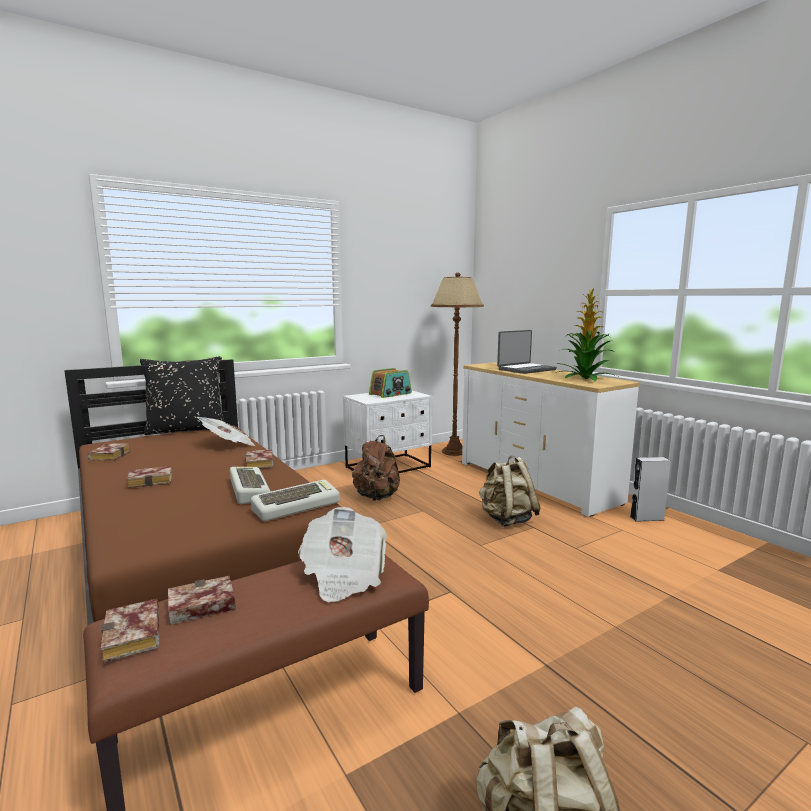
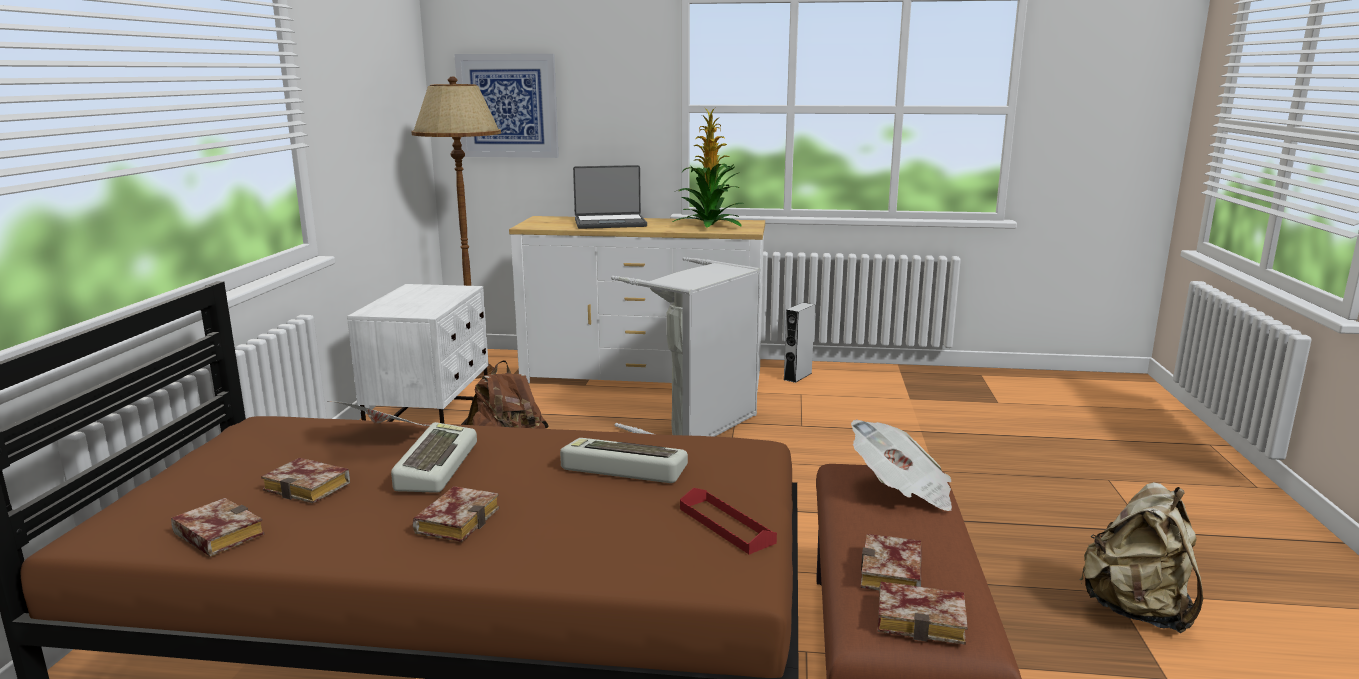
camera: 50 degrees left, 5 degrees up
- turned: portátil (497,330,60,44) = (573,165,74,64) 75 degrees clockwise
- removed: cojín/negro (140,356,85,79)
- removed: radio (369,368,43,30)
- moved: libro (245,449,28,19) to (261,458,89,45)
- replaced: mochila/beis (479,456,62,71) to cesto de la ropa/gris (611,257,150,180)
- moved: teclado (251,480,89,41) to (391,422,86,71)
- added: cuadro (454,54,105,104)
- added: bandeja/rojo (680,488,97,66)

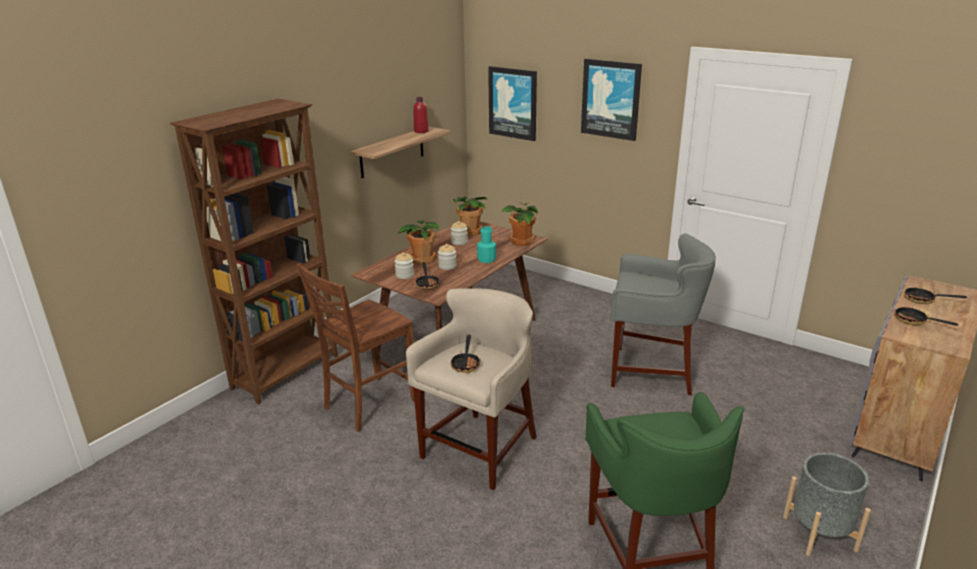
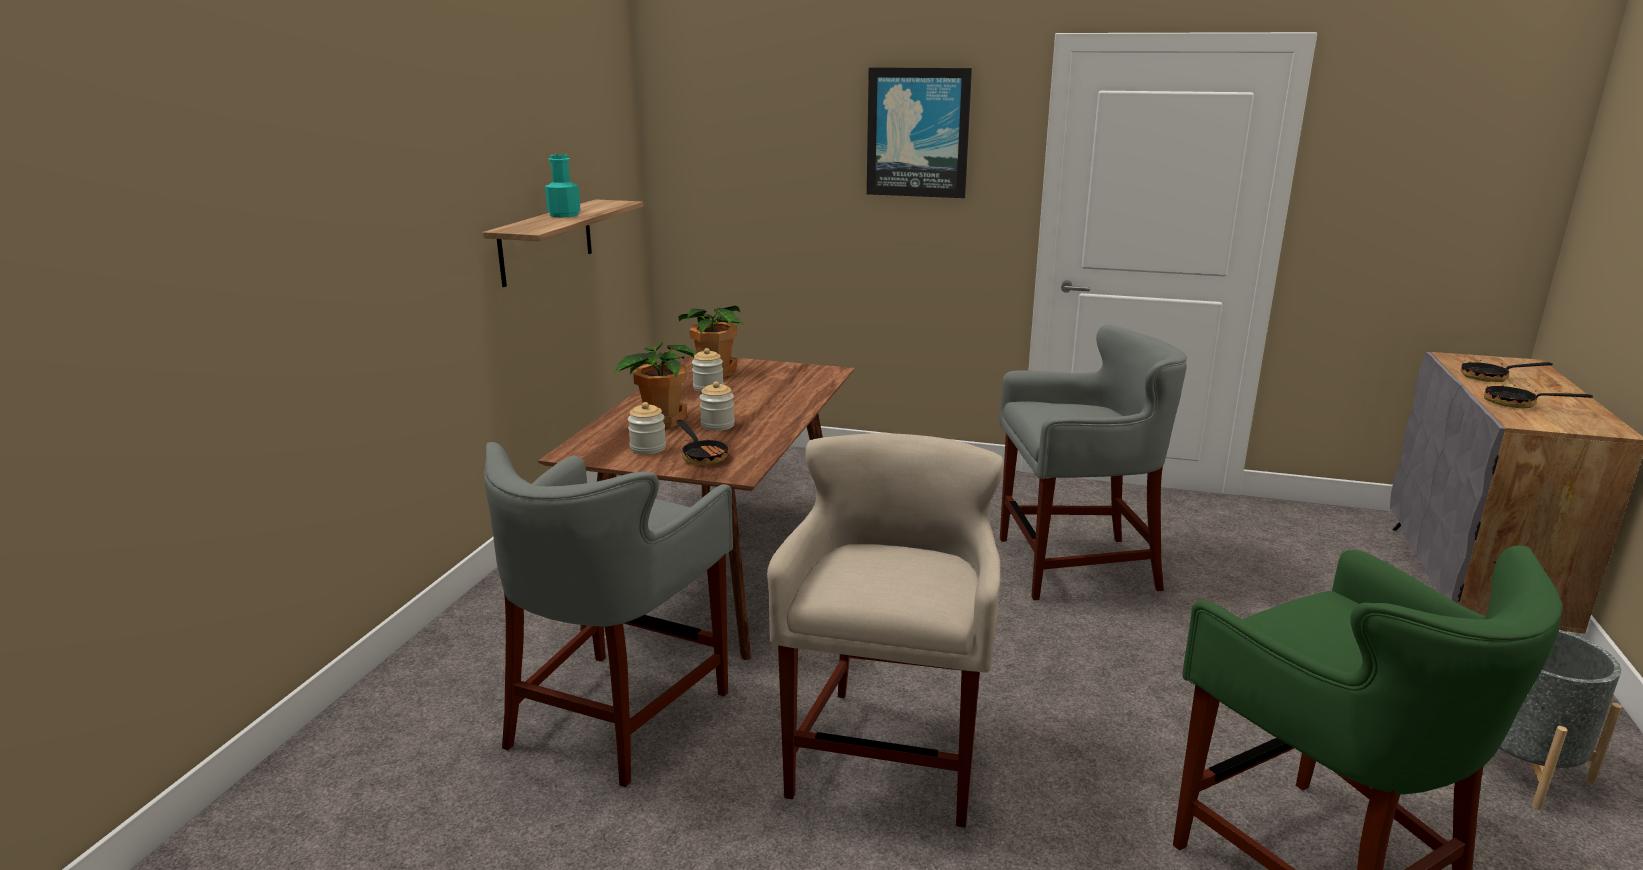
camera: 20 degrees left, 5 degrees down
- removed: cuadro (488,66,49,75)
- removed: botella/rojo (413,97,16,36)
- removed: estantería/marrón (170,98,168,306)
- removed: planta en maceta (501,202,37,44)
- moved: botella/turquesa (477,226,19,37) to (545,154,36,63)
- replaced: silla/marrón (297,263,118,169) to taburete/gris (484,442,249,345)
- removed: sartén (451,335,29,38)

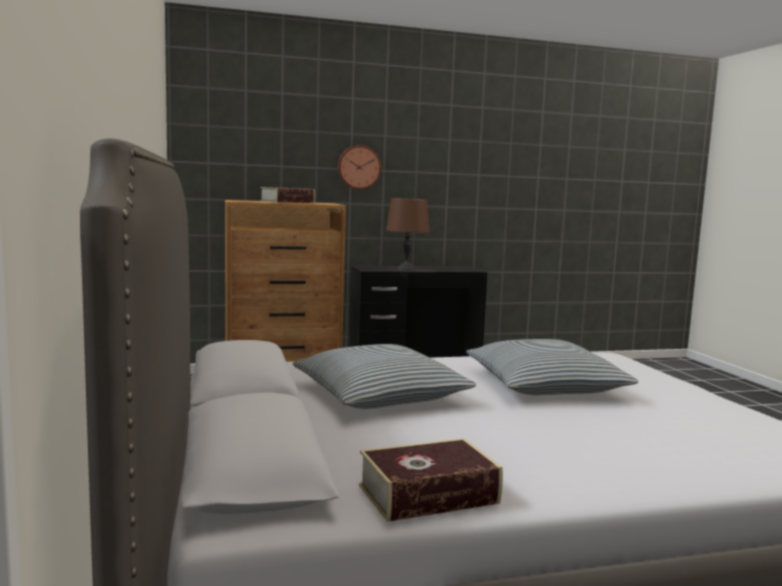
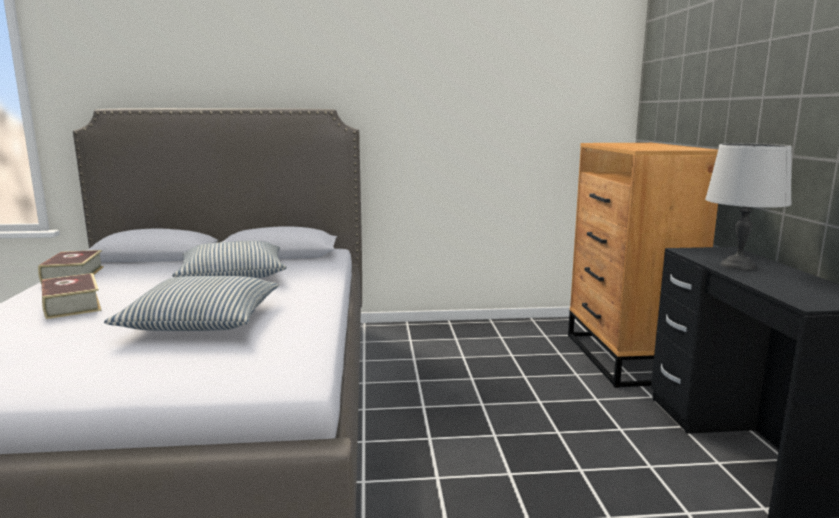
camera: 100 degrees right, 5 degrees up
- removed: reloj de pared (338,145,43,45)
- moved: libro (260,187,55,16) to (42,273,60,46)
- recoloured: lámpara de mesa/marrón (386,198,44,72) to lámpara de mesa/gris (705,143,87,127)

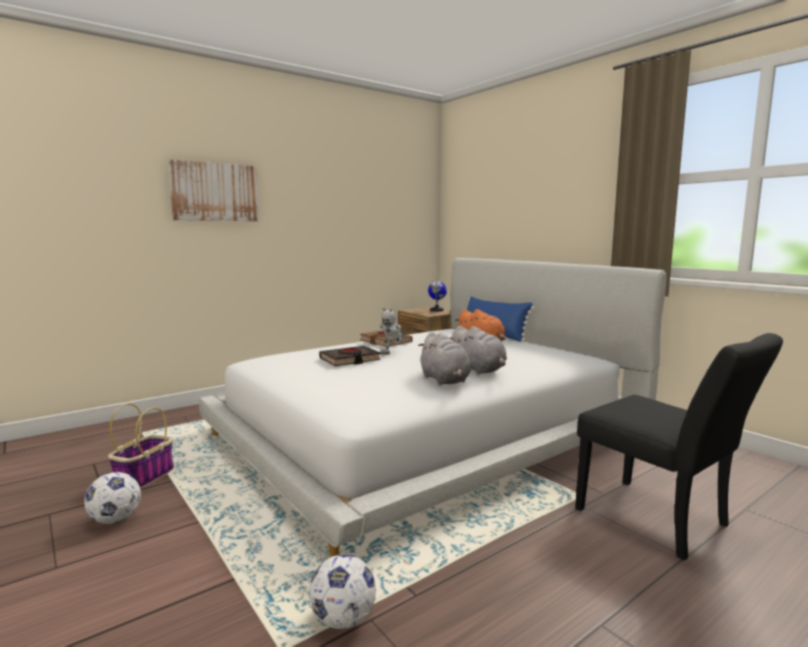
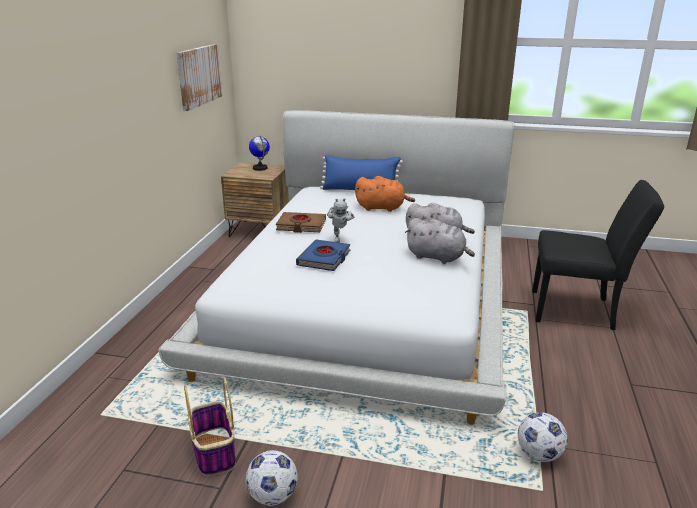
camera: 40 degrees left, 15 degrees up
- moved: cuadro (168,159,91,62) to (176,44,46,67)
- recoloured: libro/negro (319,346,62,20) to libro/azul (296,239,55,32)

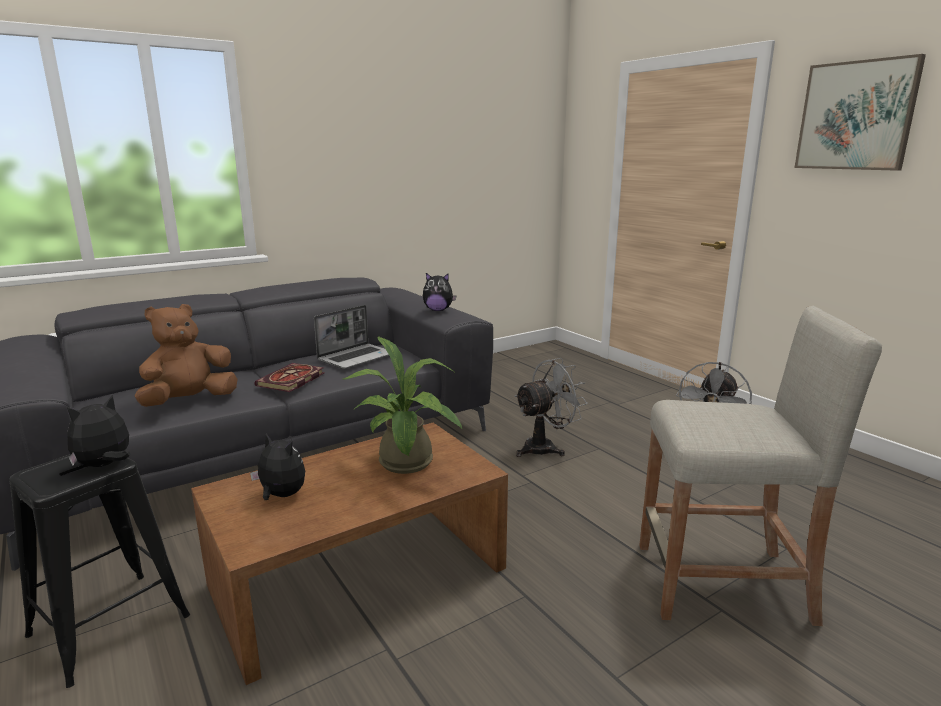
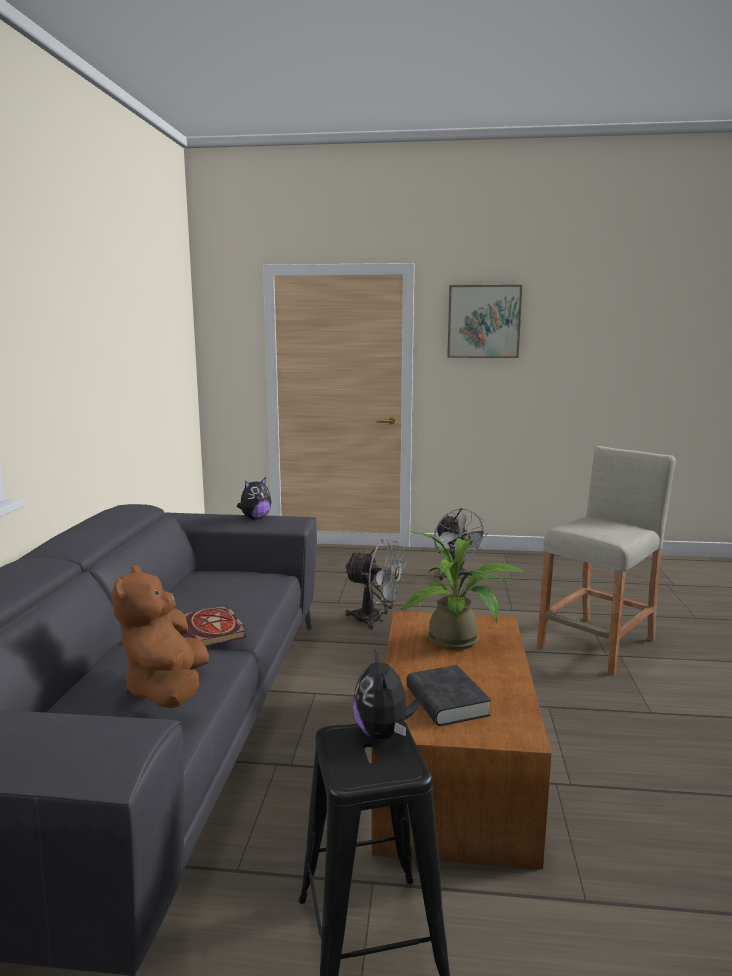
camera: 50 degrees left, 5 degrees down
- removed: portátil (314,305,75,64)
- turned: ventilador/gris (514,358,74,99) = (344,539,62,91) 105 degrees clockwise
- replaced: peluche (250,433,55,67) to libro/negro (407,665,84,61)

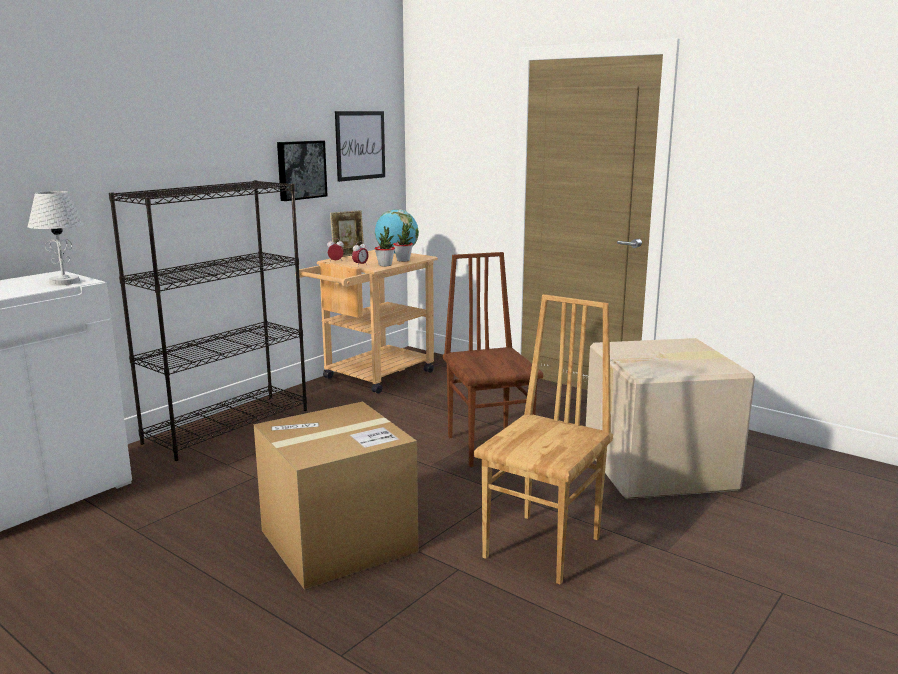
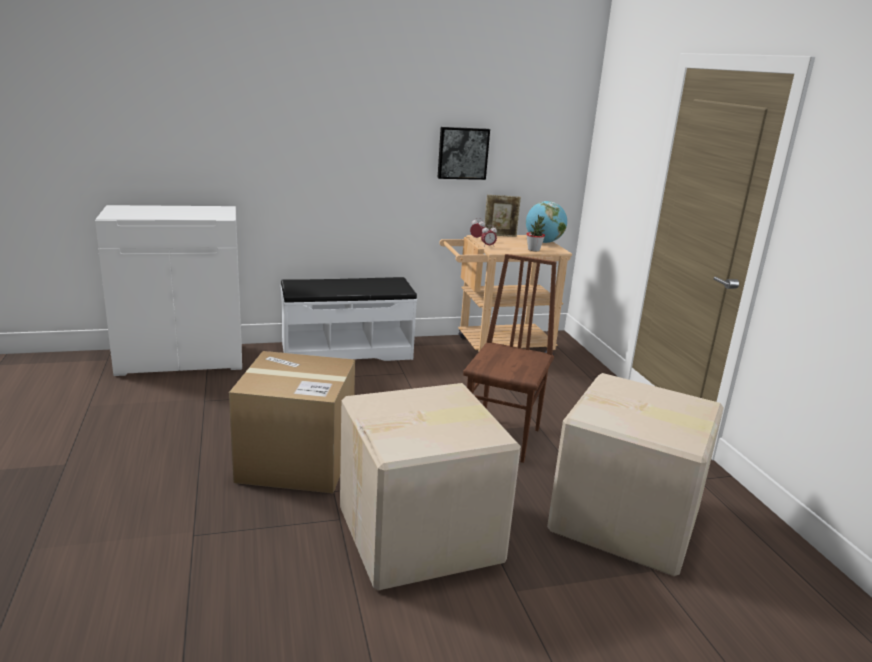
camera: 35 degrees right, 5 degrees up
- removed: cuadro (335,111,50,71)
- replaced: estantería/negro (109,180,198,281) to banco/blanco (281,277,136,84)
- removed: lámpara de mesa/blanco (28,191,56,94)
- removed: planta en maceta (375,226,20,40)
- replaced: silla/marrón (474,294,139,291) to caja de cartón (340,383,181,208)

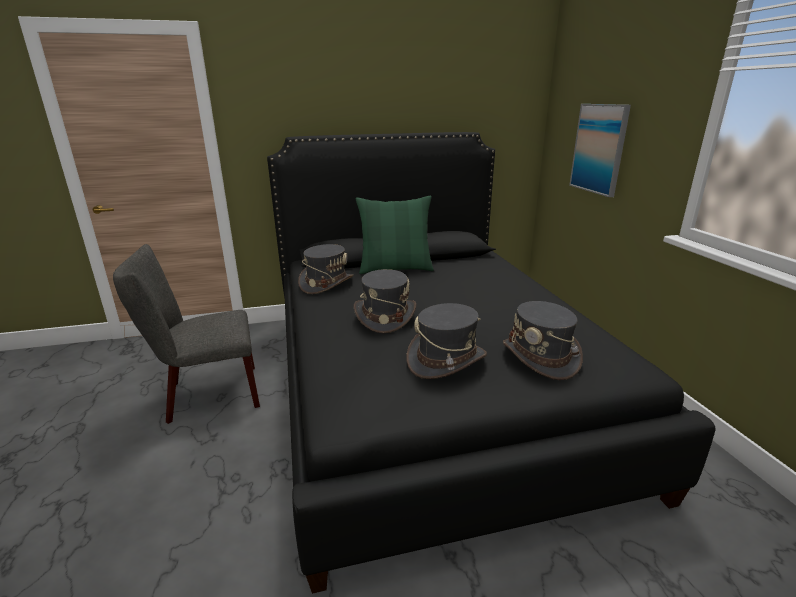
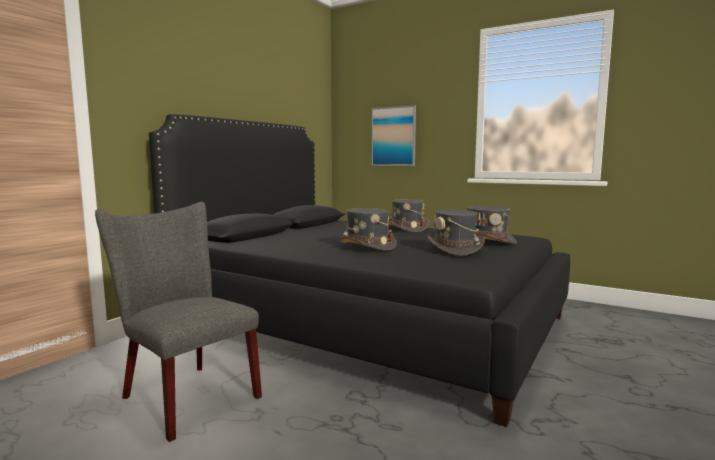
camera: 45 degrees left, 15 degrees down
- removed: cojín/verde (355,196,79,78)
- turned: silla/gris (113,244,147,180) = (95,202,167,240) 105 degrees clockwise
- moved: sombrero/gris (298,244,56,50) to (389,199,40,33)

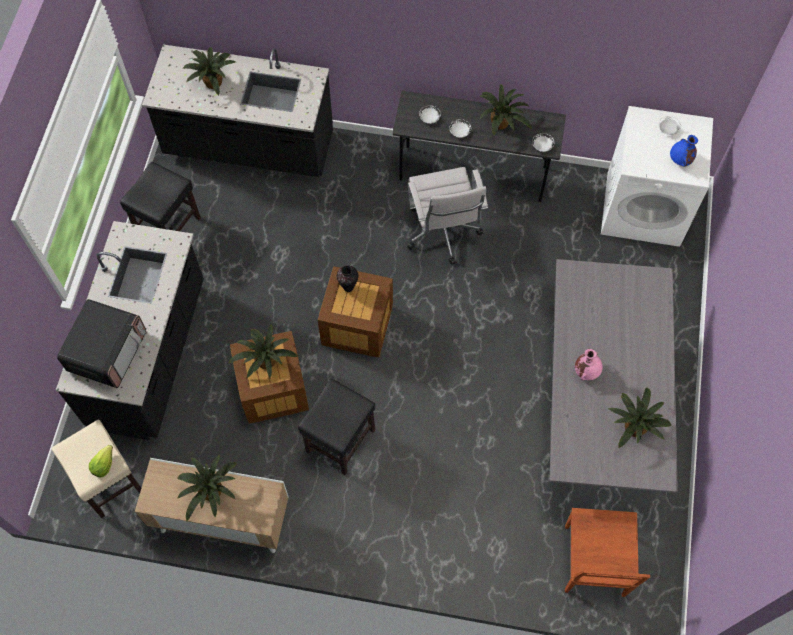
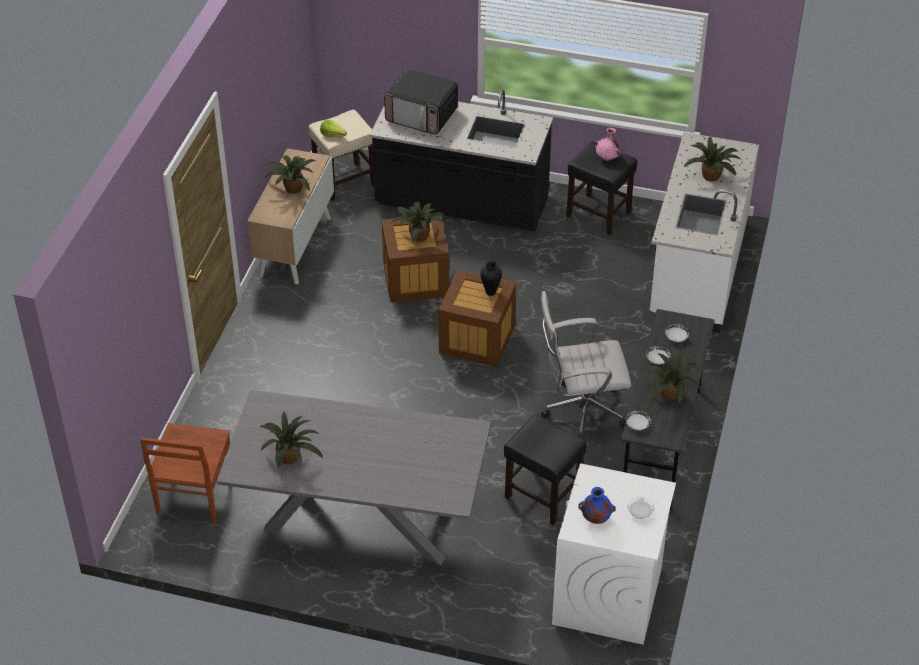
camera: 95 degrees right, 20 degrees down
- recoloured: mueble bajo de cocina/negro (142,44,191,133) to mueble bajo de cocina/blanco (650,132,109,201)
- moved: florero/rosa (575,349,28,31) to (595,128,26,33)
- moved: taburete/negro (298,379,77,96) to (504,414,83,112)
- turned: silla/marrón (565,508,85,89) = (140,423,90,99) 90 degrees counterclockwise

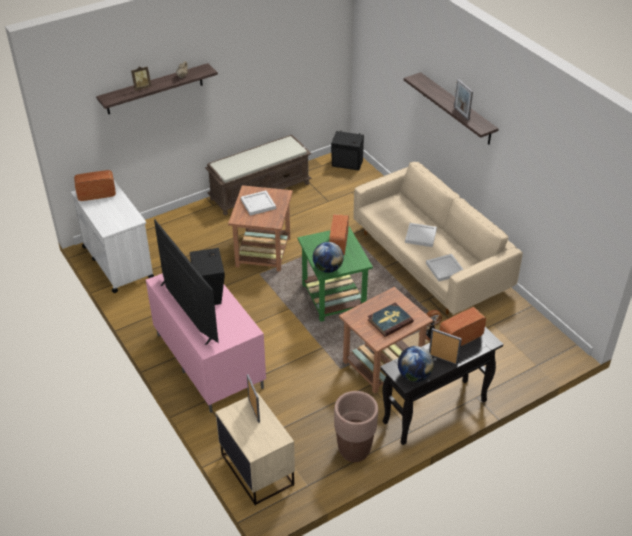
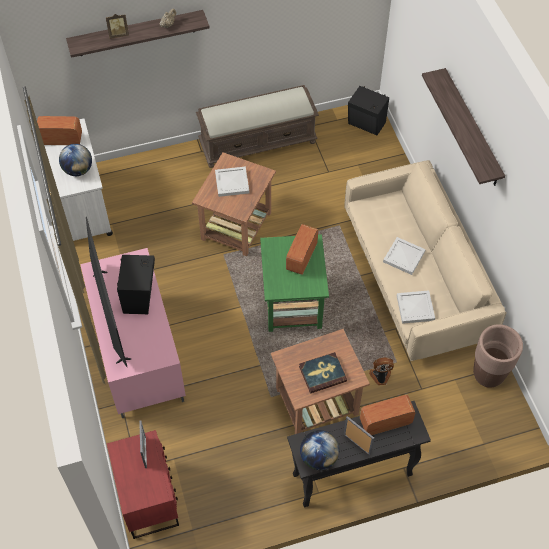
camera: 15 degrees right, 15 degrees up
- removed: portarretratos (454,79,19,41)
- moved: globo terráqueo (313,242,31,31) to (59,144,33,32)
- moved: maceta/marrón (334,391,44,71) to (473,324,50,64)
- recoloured: mesita de noche/beis (215,392,80,113) to mesita de noche/rojo (107,430,72,109)

